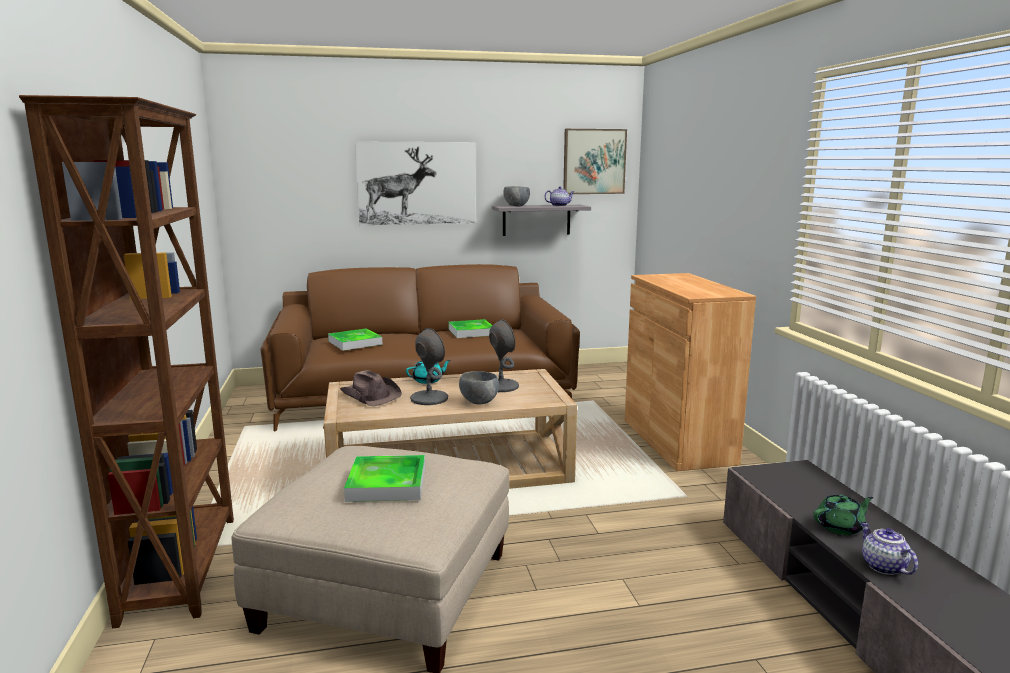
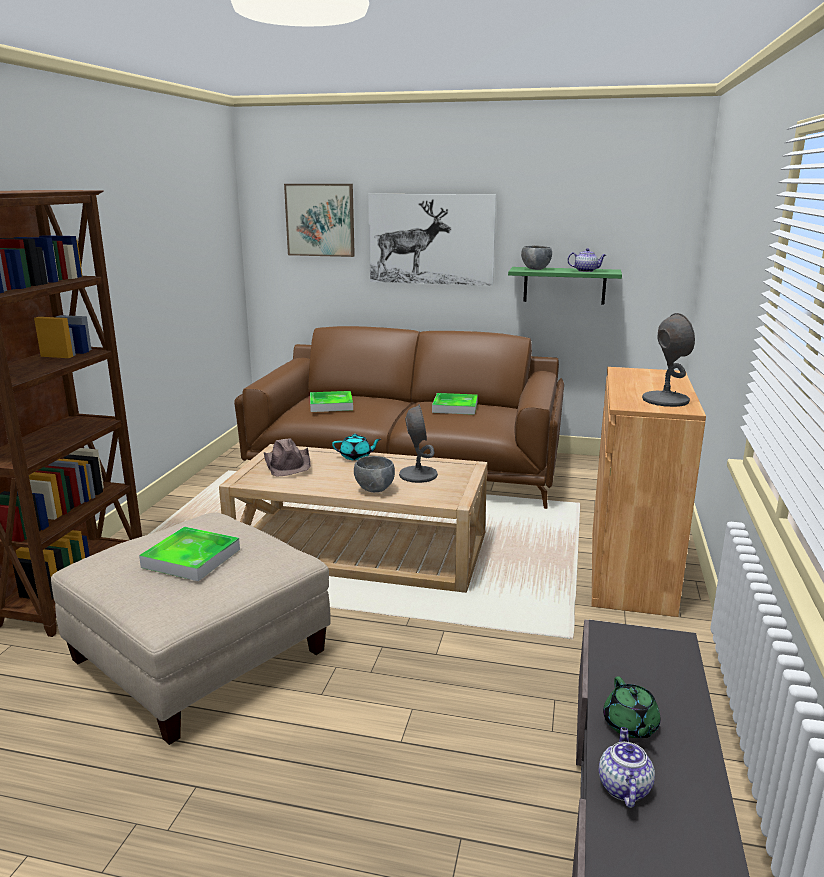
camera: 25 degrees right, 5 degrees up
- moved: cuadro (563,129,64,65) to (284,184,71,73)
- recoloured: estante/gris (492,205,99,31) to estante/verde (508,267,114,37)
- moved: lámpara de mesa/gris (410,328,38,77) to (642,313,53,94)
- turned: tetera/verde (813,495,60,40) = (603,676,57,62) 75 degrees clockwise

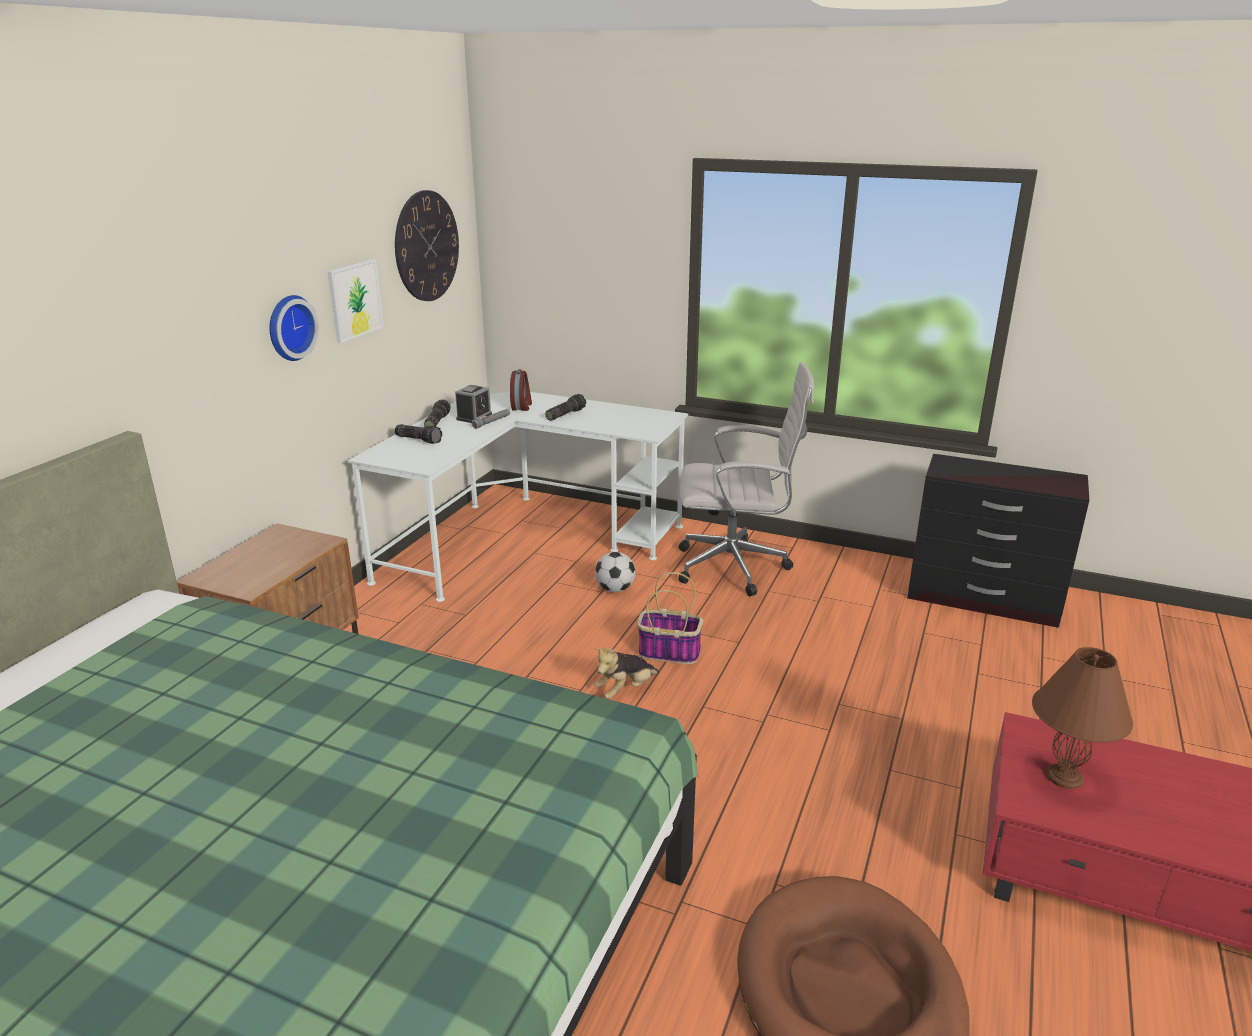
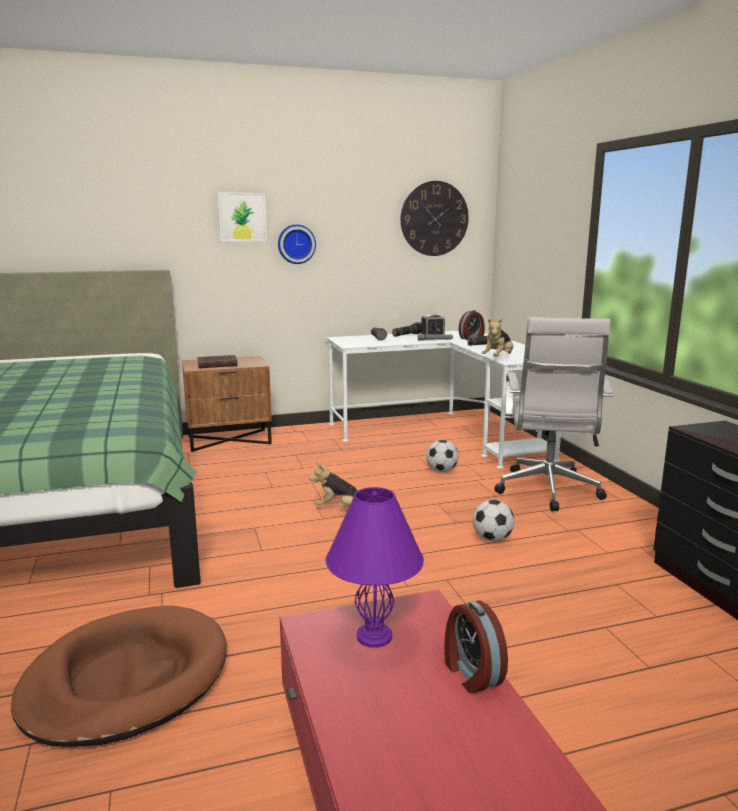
camera: 50 degrees right, 10 degrees down
- moved: cuadro (328,259,56,84) to (217,193,50,48)
- turned: silla de oficina/blanco (678,362,136,234) = (494,317,119,195) 45 degrees clockwise
- removed: cesta (637,572,66,92)
- recoloured: lámpara de mesa/marrón (1032,647,101,142) to lámpara de mesa/morado (325,487,99,161)
- added: peluche (482,318,31,39)
- added: libro/marrón (197,355,41,13)
- added: balón de fútbol (473,500,41,41)
- added: despertador (444,600,64,93)

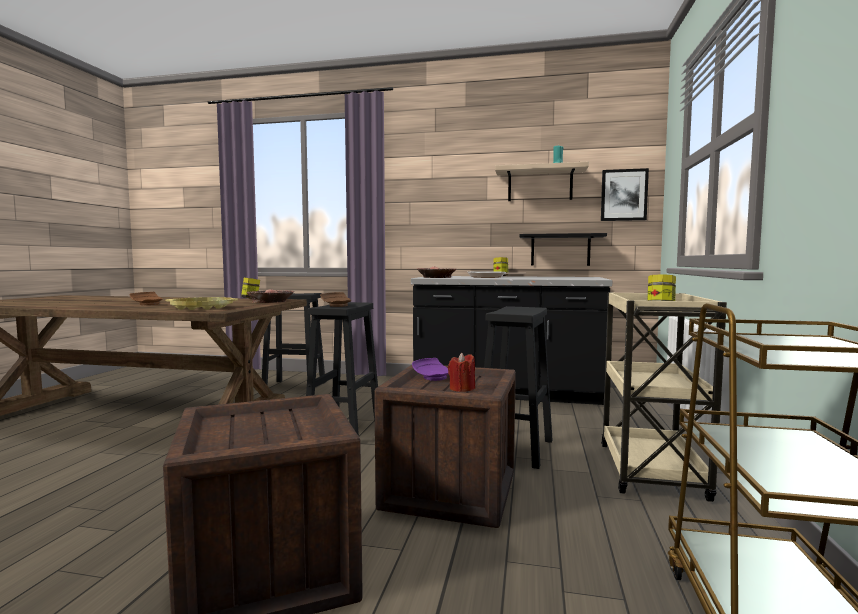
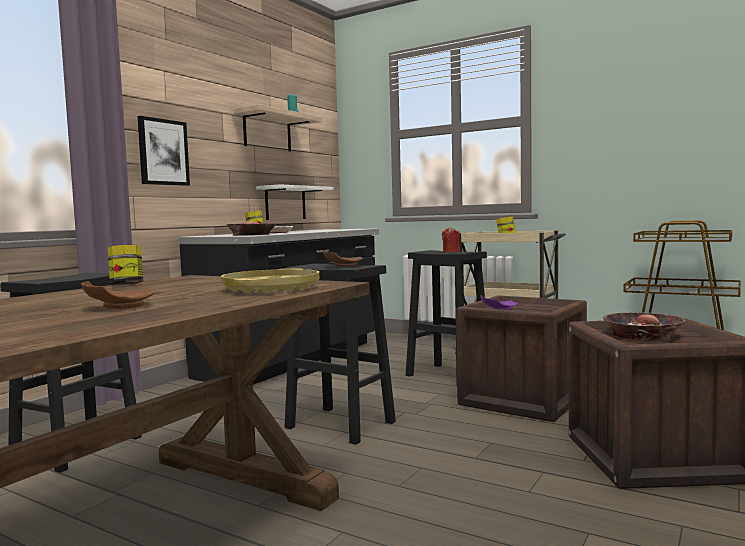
camera: 70 degrees left, 0 degrees up
- moved: cuadro (601,168,48,53) to (138,116,52,70)
- recoloured: estante/negro (519,233,88,33) to estante/blanco (256,184,78,36)
- moved: cuenco (247,289,47,14) to (603,312,83,29)
- moved: vela/rojo (448,353,27,39) to (442,227,18,25)

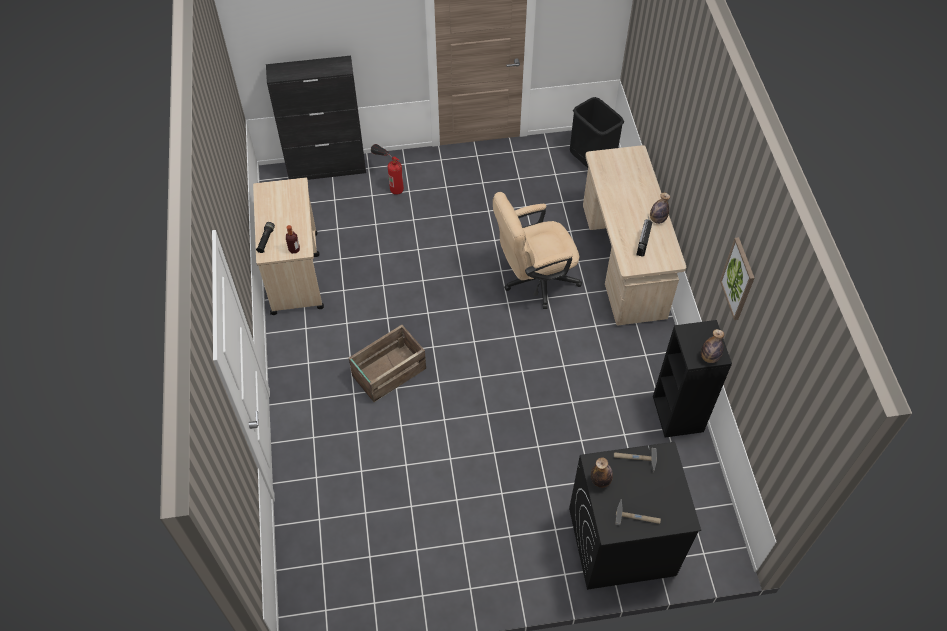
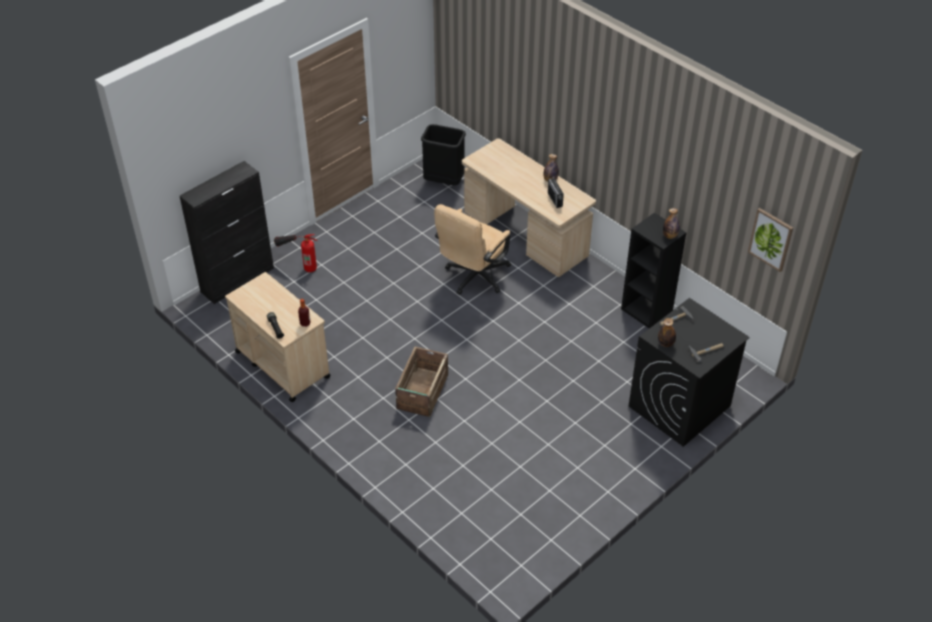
camera: 35 degrees left, 10 degrees down
- moved: cuadro (720,237,34,83) to (748,208,45,64)

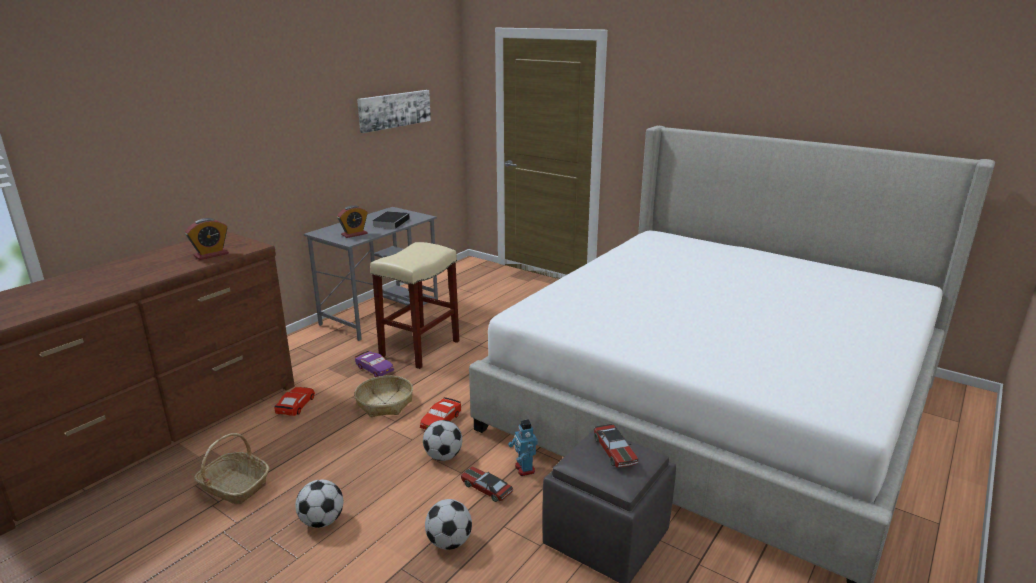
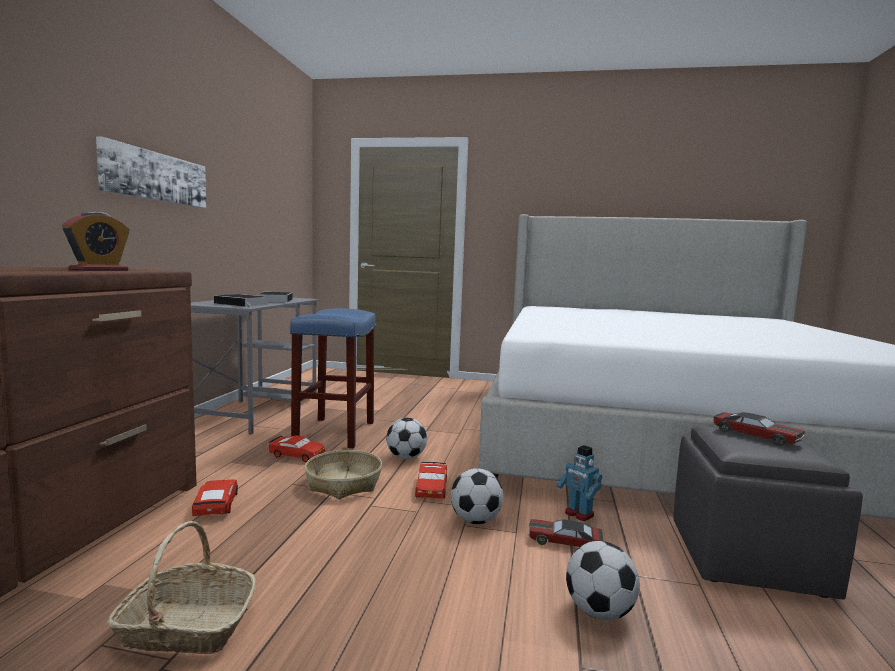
camera: 25 degrees left, 15 degrees down
- moved: cuadro (357,90,74,43) to (96,136,110,72)
- replaced: despertador (337,205,31,33) to libro (214,294,54,13)
- recoloured: taburete/beis (370,242,89,127) to taburete/azul (290,308,86,140)
- recoloured: coche de juguete/morado (355,351,39,26) to coche de juguete/rojo (268,435,57,27)
- moved: balón de fútbol (295,480,48,48) to (386,418,41,41)

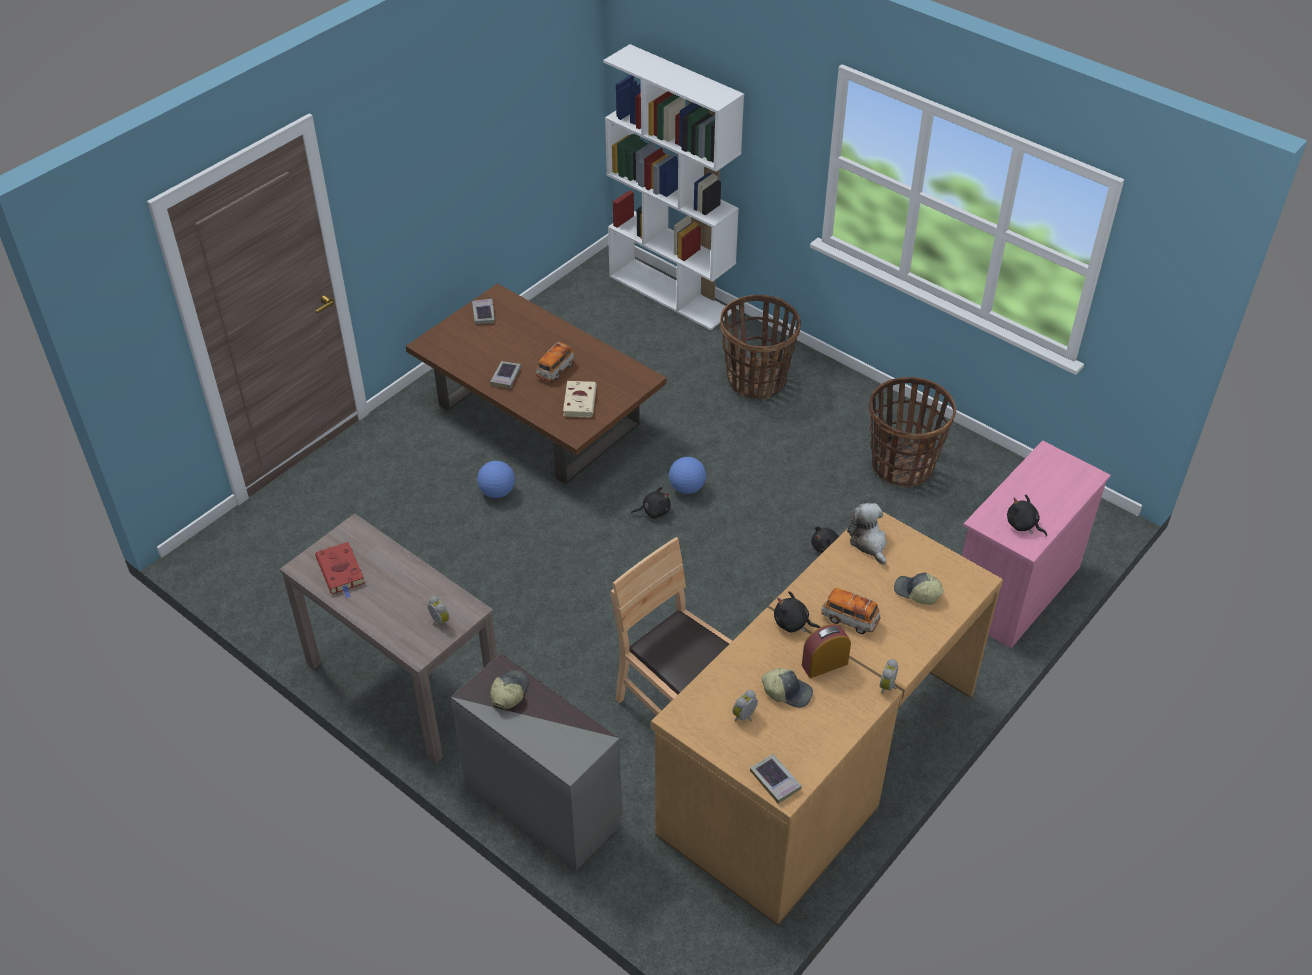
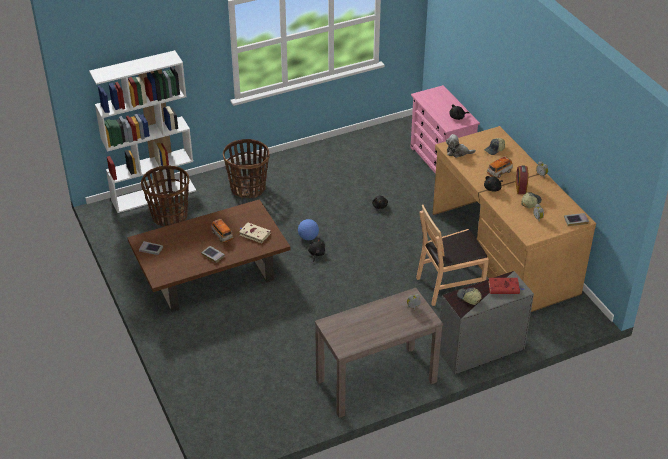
camera: 65 degrees left, 5 degrees down
- moved: cesta (869,377,87,110) to (141,165,48,62)
- removed: balón de fútbol (477,461,38,37)
- moved: libro/rojo (315,542,50,56) to (488,278,36,16)

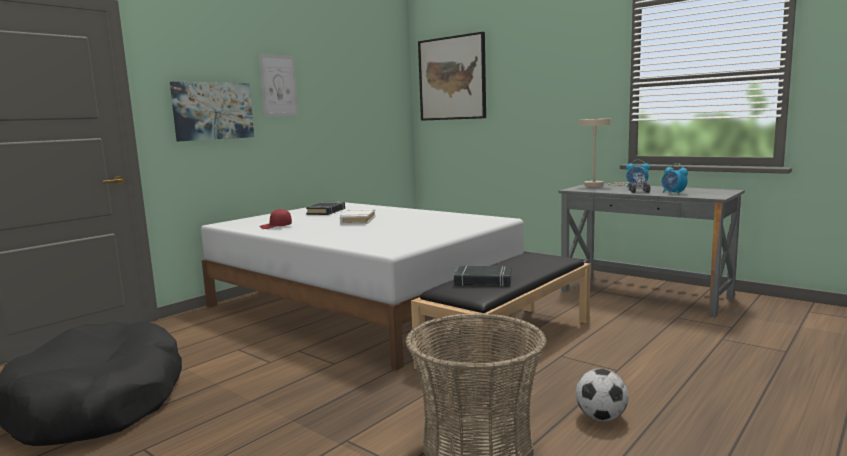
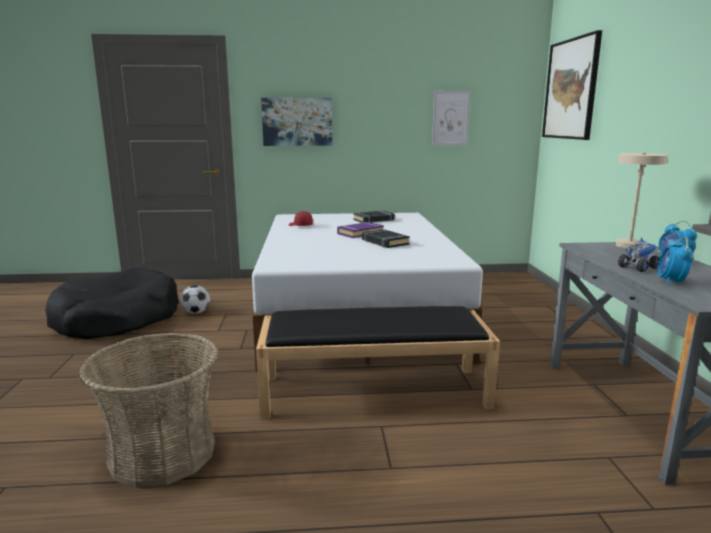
camera: 45 degrees right, 5 degrees up
- moved: cuadro (259,54,39,62) to (432,91,38,55)
- recoloured: libro/blanco (340,209,36,16) to libro/morado (337,222,47,16)
- moved: libro/negro (454,266,58,20) to (362,229,48,19)
- moved: balón de fútbol (575,368,53,53) to (180,285,30,29)

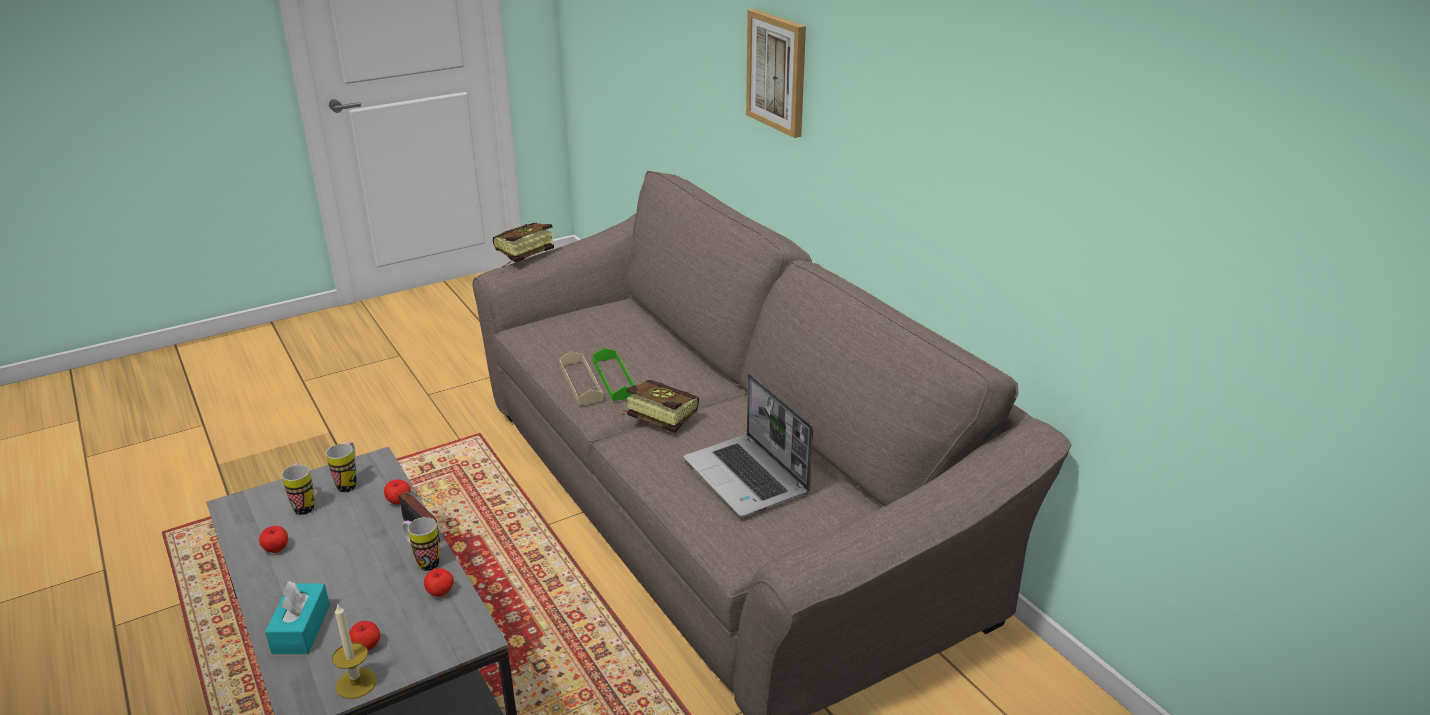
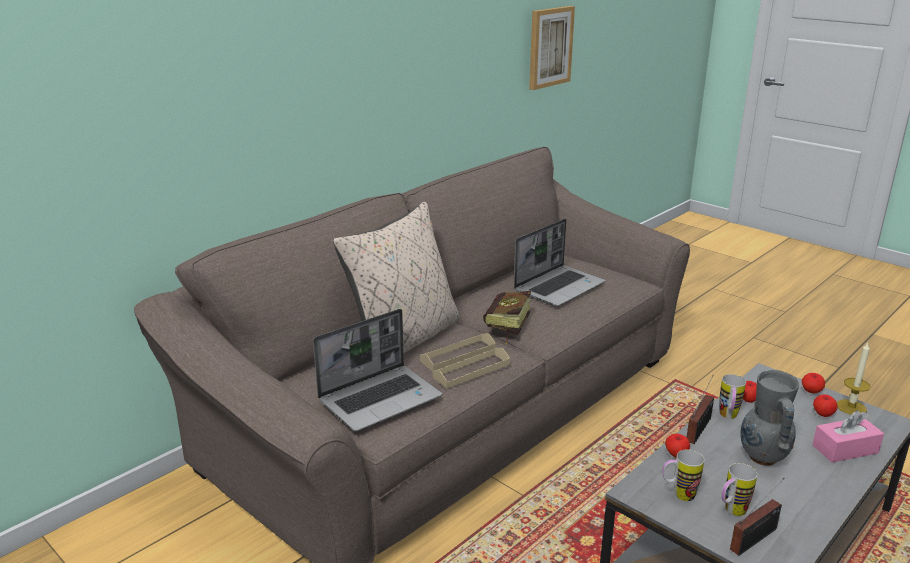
camera: 105 degrees left, 5 degrees down
- moved: cuadro (746,9,60,129) to (529,6,46,84)
- removed: libro (493,223,61,46)
- recoloured: bandeja/verde (593,348,41,53) to bandeja/beis (420,333,76,38)
- moved: manzana (259,526,29,27) to (802,373,23,21)
- recoloured: caja de pañuelos/turquesa (265,581,65,73) to caja de pañuelos/rosa (812,411,72,51)
- added: cojín/beis (333,202,126,151)
- added: portátil (313,309,129,122)
- added: florero/gris (740,370,59,96)
- added: radio (730,478,55,78)

